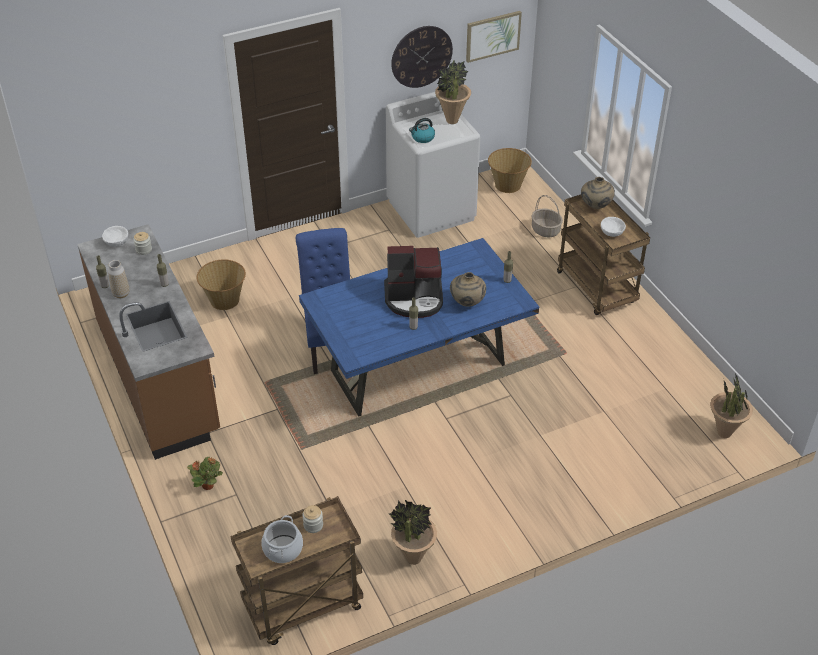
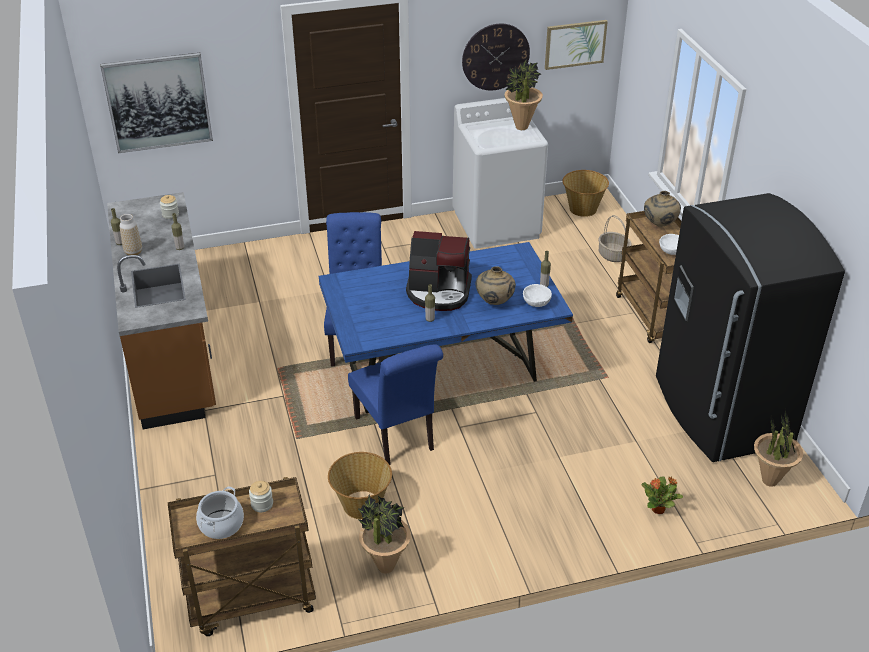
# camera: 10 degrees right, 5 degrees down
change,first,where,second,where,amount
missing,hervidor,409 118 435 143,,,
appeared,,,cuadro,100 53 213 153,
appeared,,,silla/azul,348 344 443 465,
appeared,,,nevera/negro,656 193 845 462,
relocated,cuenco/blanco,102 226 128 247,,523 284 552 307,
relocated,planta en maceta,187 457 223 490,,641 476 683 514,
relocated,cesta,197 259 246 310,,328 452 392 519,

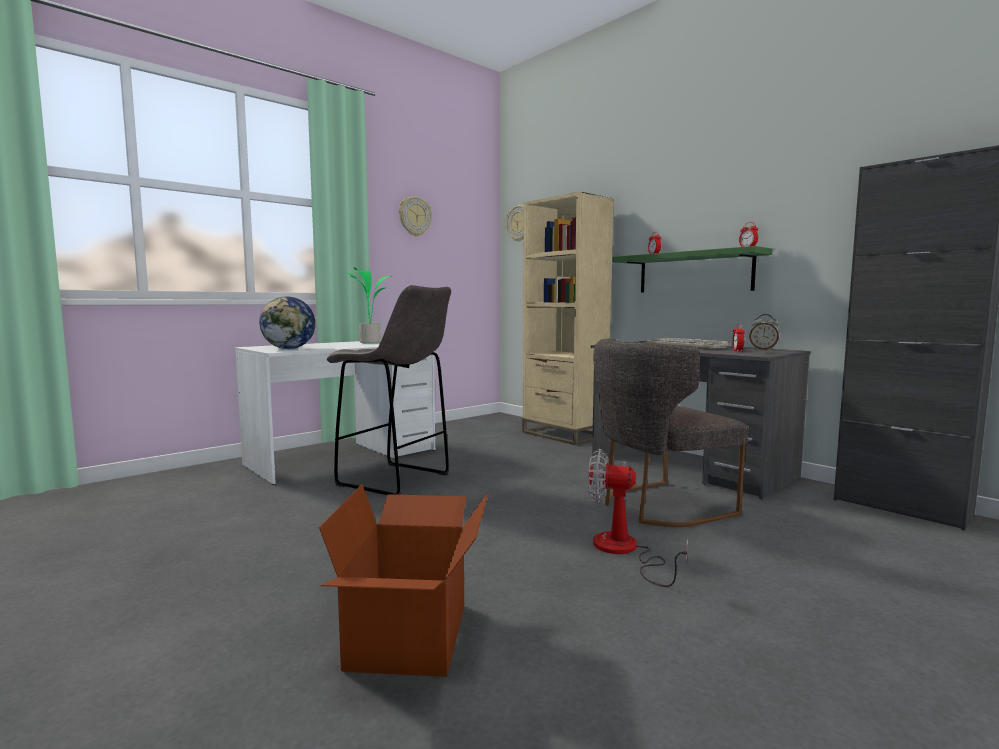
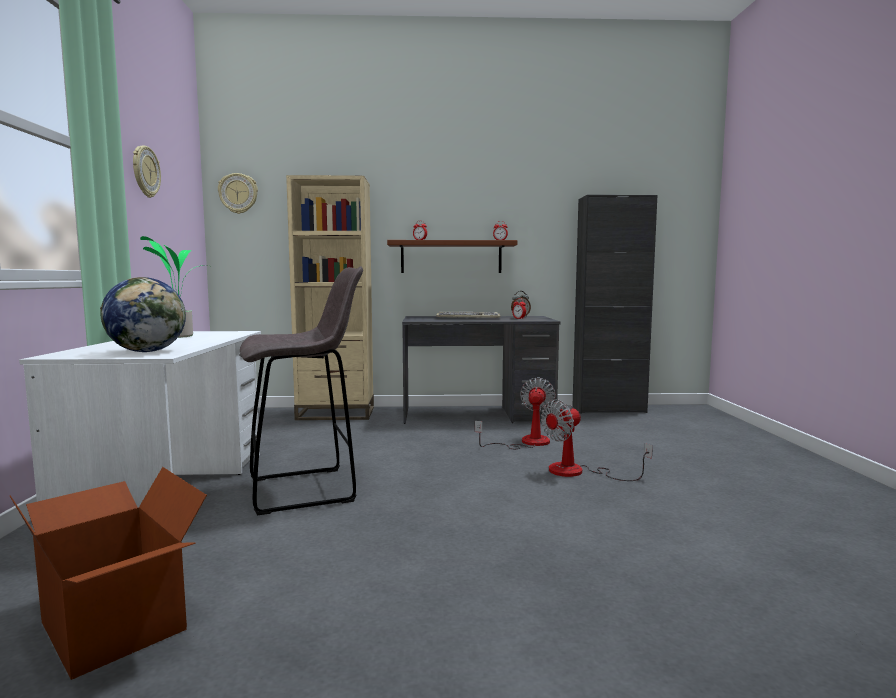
# camera: 50 degrees left, 0 degrees up
change,first,where,second,where,amount
relocated,caja de cartón,319 484 488 677,,10 467 207 680,
exchanged,silla/gris,594 338 749 527,ventilador,475 377 556 449,
colour,estante/verde,613 246 772 293,estante/marrón,387 240 517 273,

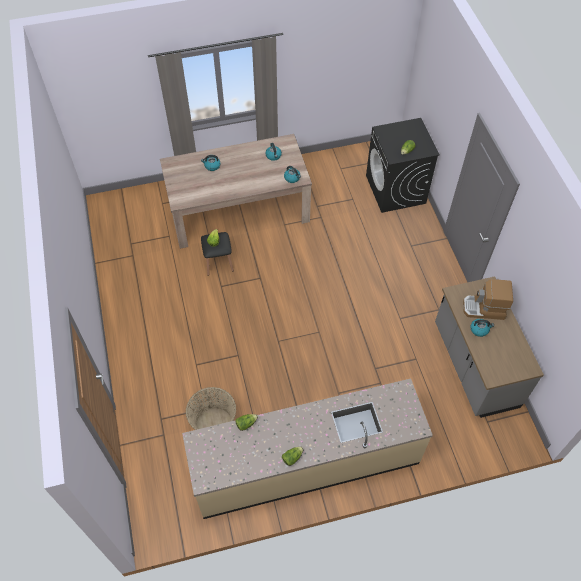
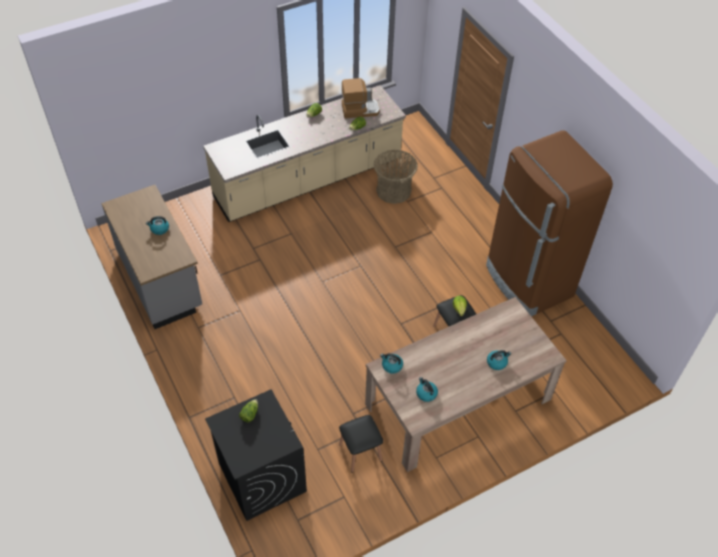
# camera: 165 degrees right, 5 degrees down
change,first,where,second,where,amount
appeared,,,taburete/negro,339 415 383 473,
appeared,,,nevera/marrón,486 130 613 316,
relocated,cafetera,463 279 513 320,,342 78 380 118,

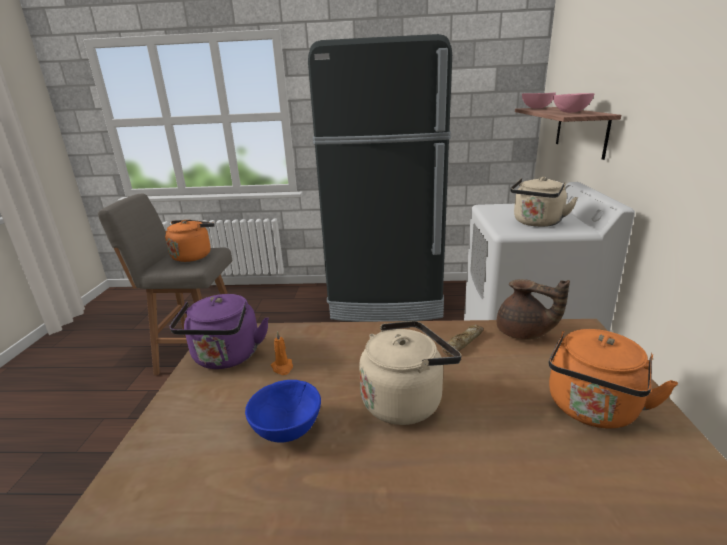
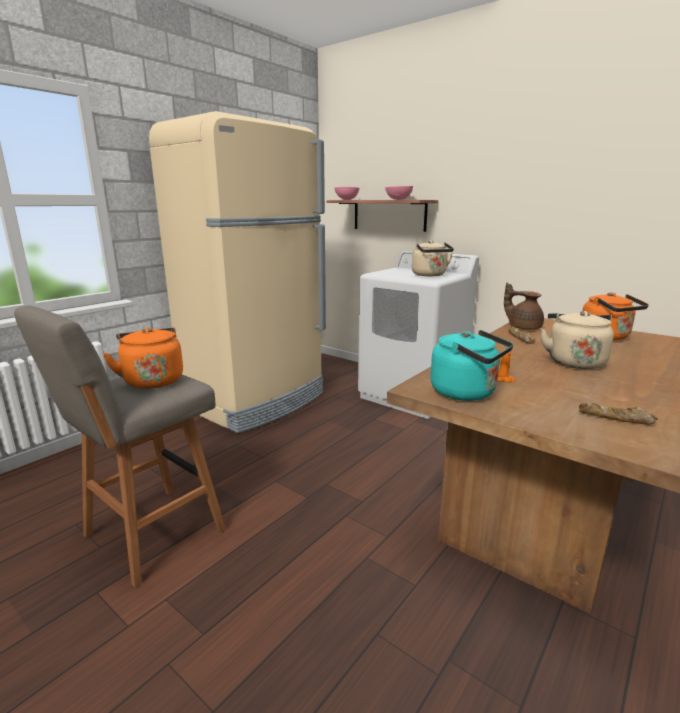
# camera: 55 degrees left, 5 degrees down
change,first,where,second,where,amount
missing,cuenco/azul,245 380 321 443,,,
appeared,,,pan,579 403 658 425,
colour,hervidor/morado,169 294 269 369,hervidor/turquesa,431 330 513 401,
colour,nevera/negro,308 34 452 322,nevera/beis,149 111 326 433,
spun,tetera/marrón,497 279 570 340,,504 283 544 330,120 degrees counterclockwise

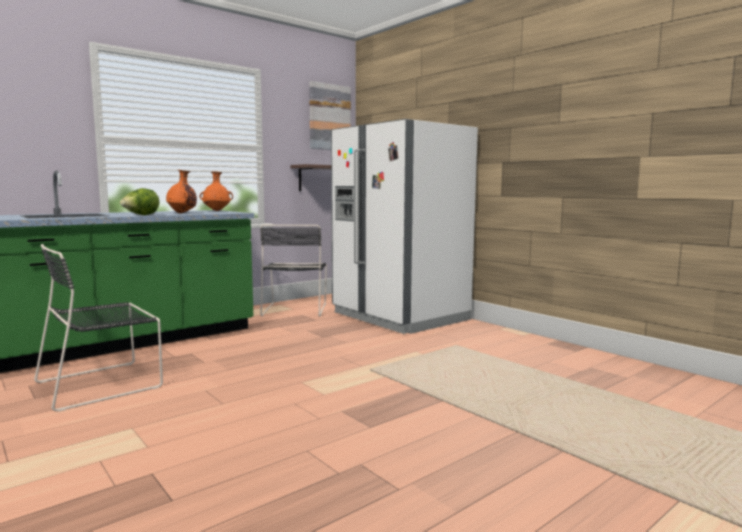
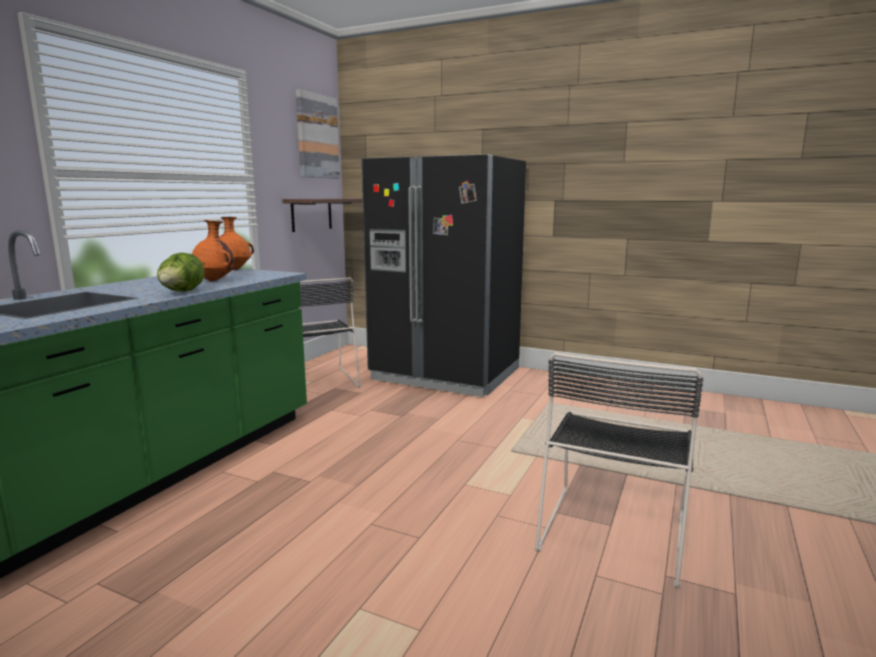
# camera: 25 degrees left, 5 degrees up
change,first,where,second,where,amount
relocated,silla/negro,34 244 163 412,,535 352 704 588,
colour,nevera/blanco,331 119 478 334,nevera/negro,361 154 526 397,

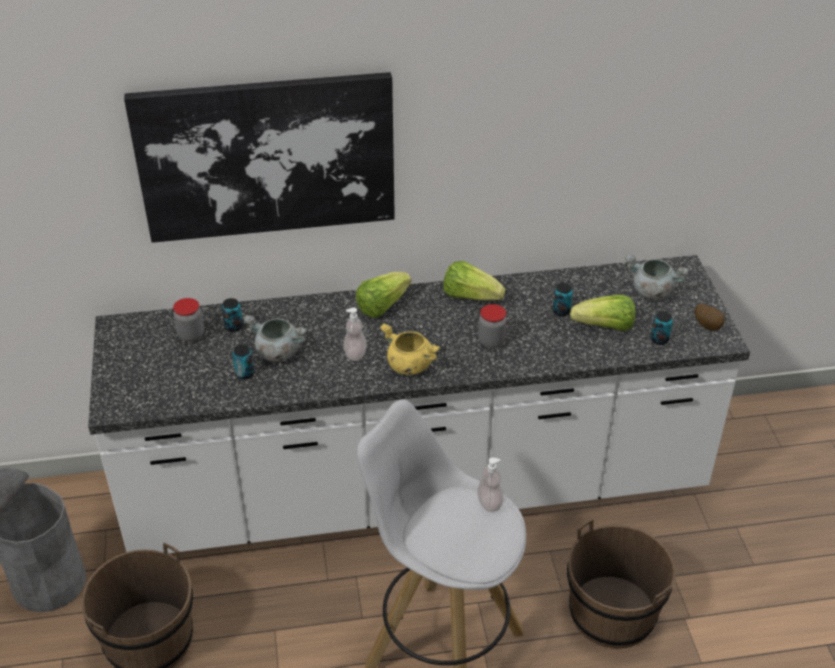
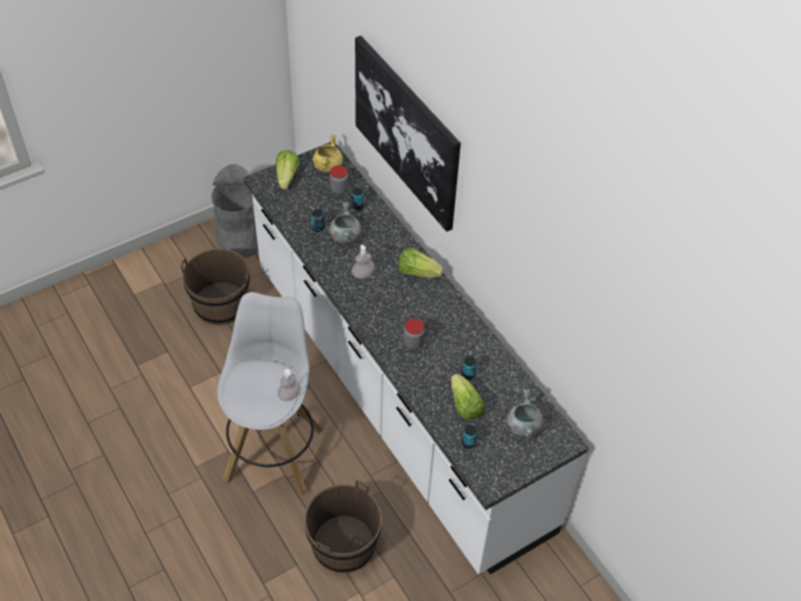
# camera: 65 degrees right, 10 degrees up
change,first,where,second,where,amount
missing,patata,695 303 725 331,,,
relocated,olla/amarillo,380 324 440 375,,313 134 343 172,
relocated,lechuga,443 261 505 300,,276 150 300 189,

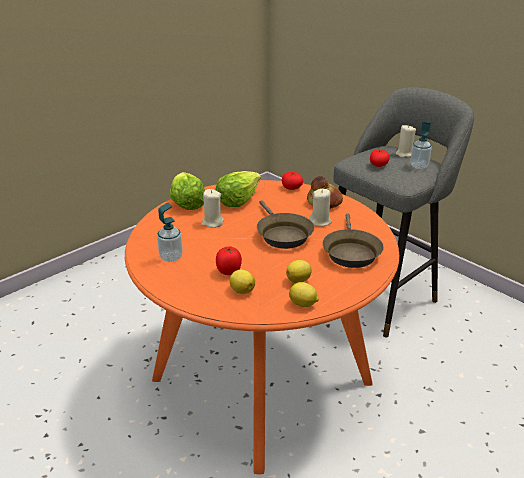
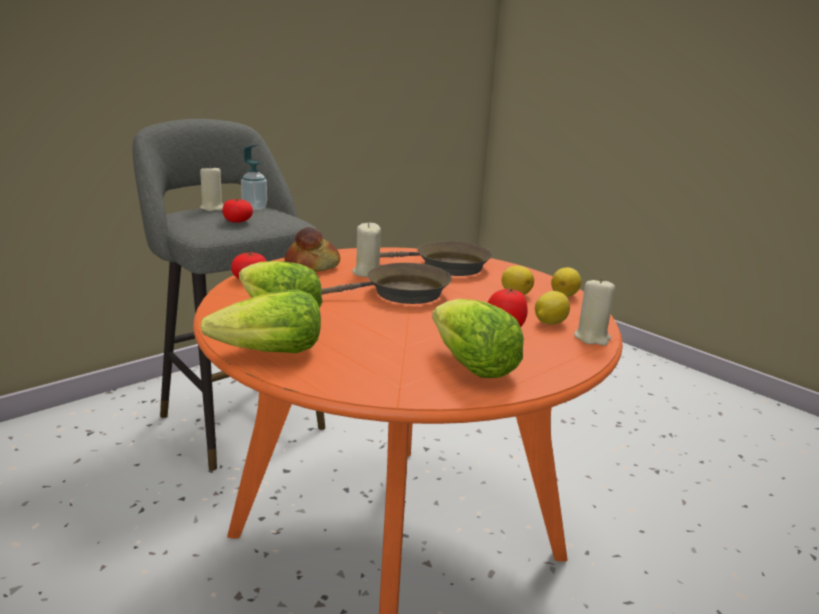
# camera: 90 degrees left, 10 degrees down
change,first,where,second,where,amount
relocated,vela/beis,201 189 224 228,,574 277 615 346,
exchanged,dispensador de jabón,157 203 183 262,lechuga,432 299 524 378,

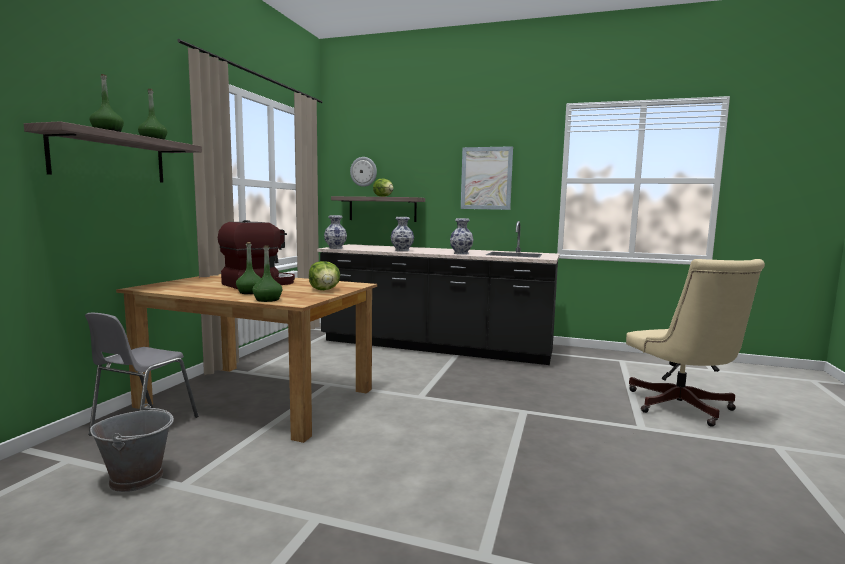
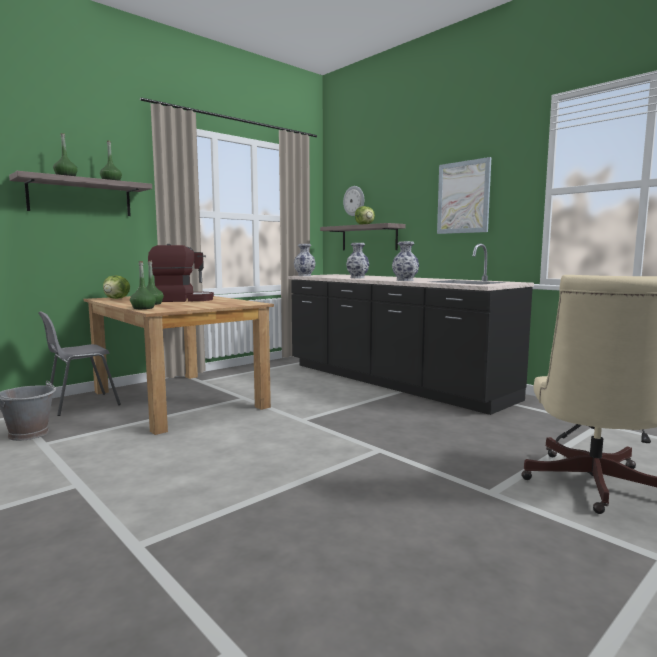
# camera: 30 degrees right, 0 degrees up
change,first,where,second,where,amount
relocated,lechuga,309 261 340 290,,103 275 130 299,

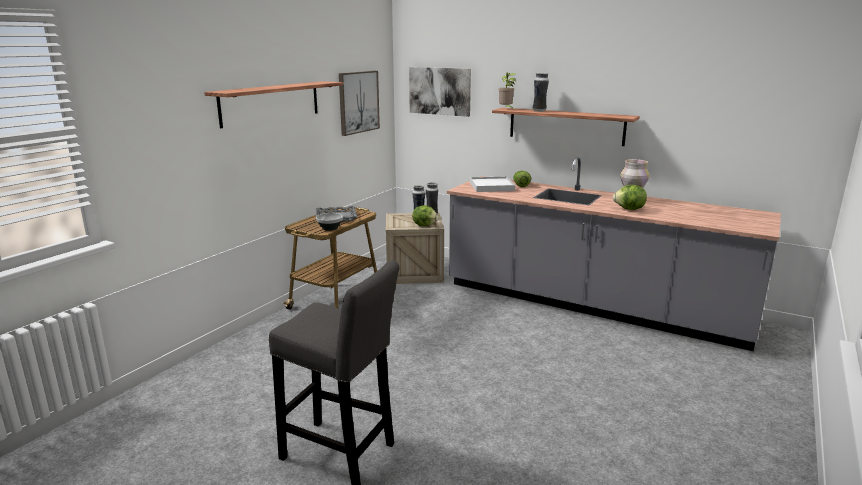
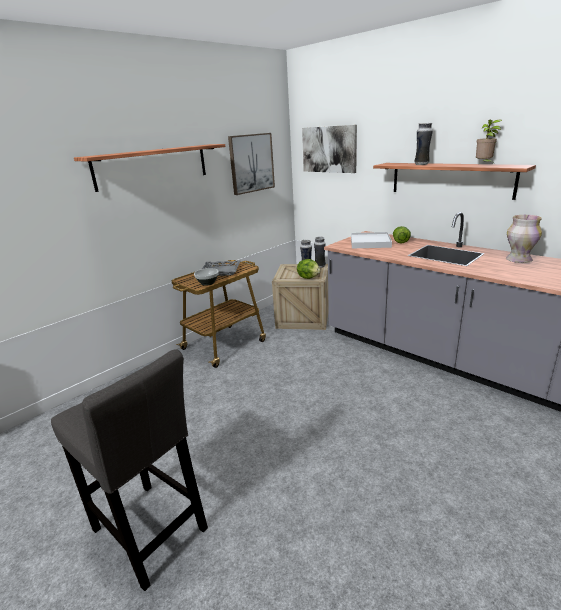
# camera: 15 degrees right, 5 degrees up
change,first,where,second,where,amount
missing,lechuga,613 185 647 210,,,
relocated,planta en maceta,498 73 516 110,,476 119 502 163,

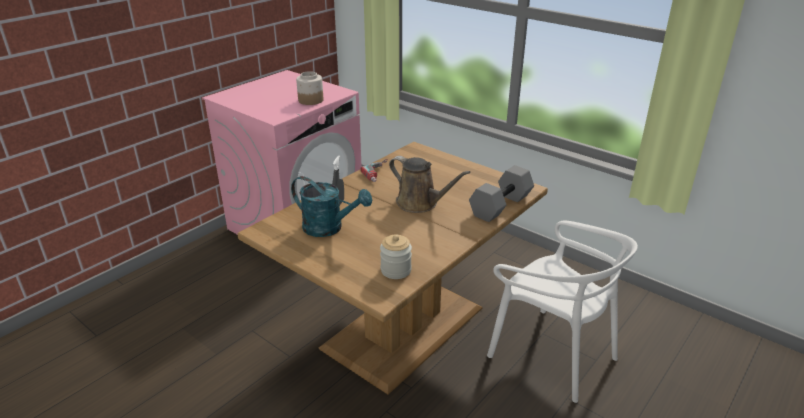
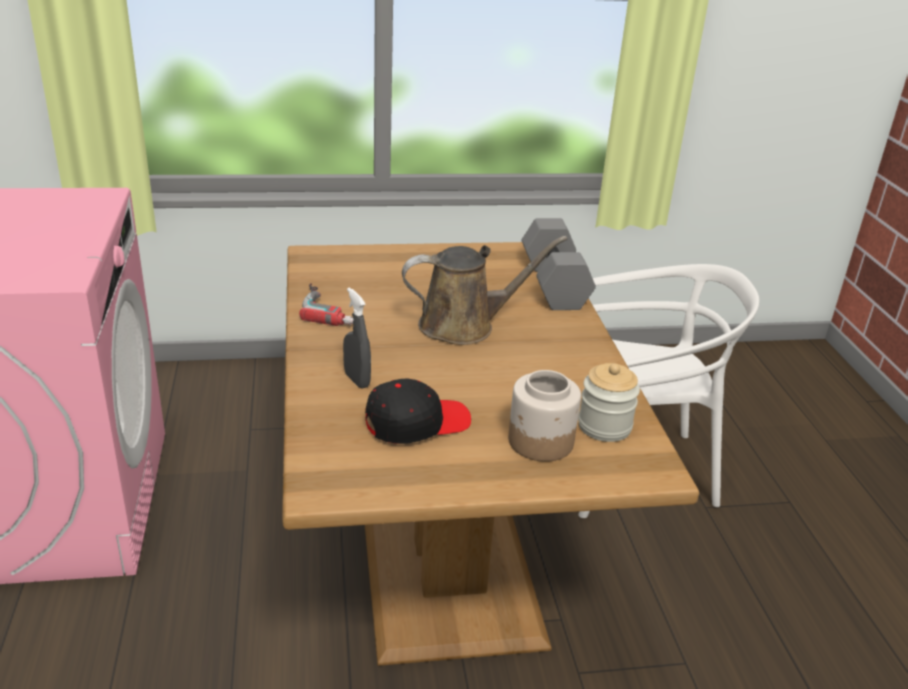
# camera: 50 degrees left, 0 degrees up
change,first,where,second,where,amount
relocated,tarro,296 71 324 105,,508 370 581 462,
exchanged,regadera/turquesa,291 176 372 237,gorra/negro,365 379 471 444,

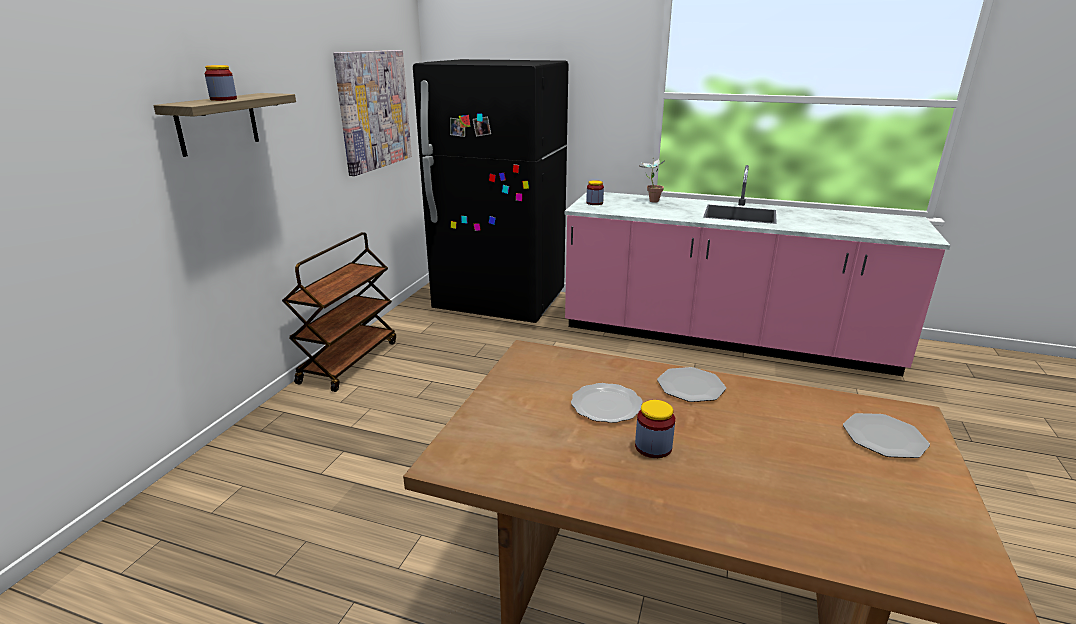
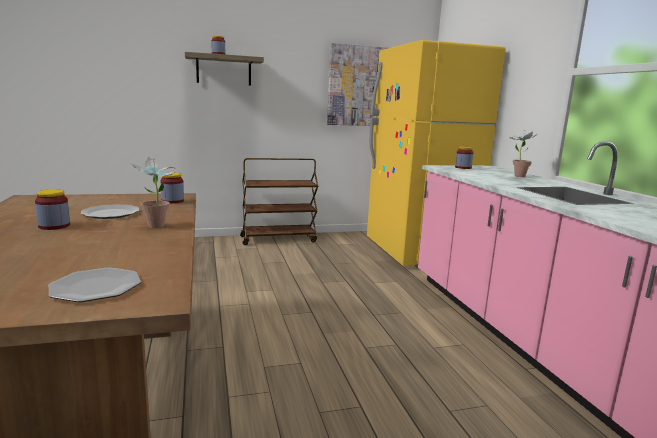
# camera: 55 degrees right, 10 degrees down
change,first,where,second,where,amount
appeared,,,tarro,160 173 184 204,
exchanged,plato,657 367 726 402,planta en maceta,132 157 176 228,
colour,nevera/negro,413 59 568 323,nevera/amarillo,367 40 506 268,

